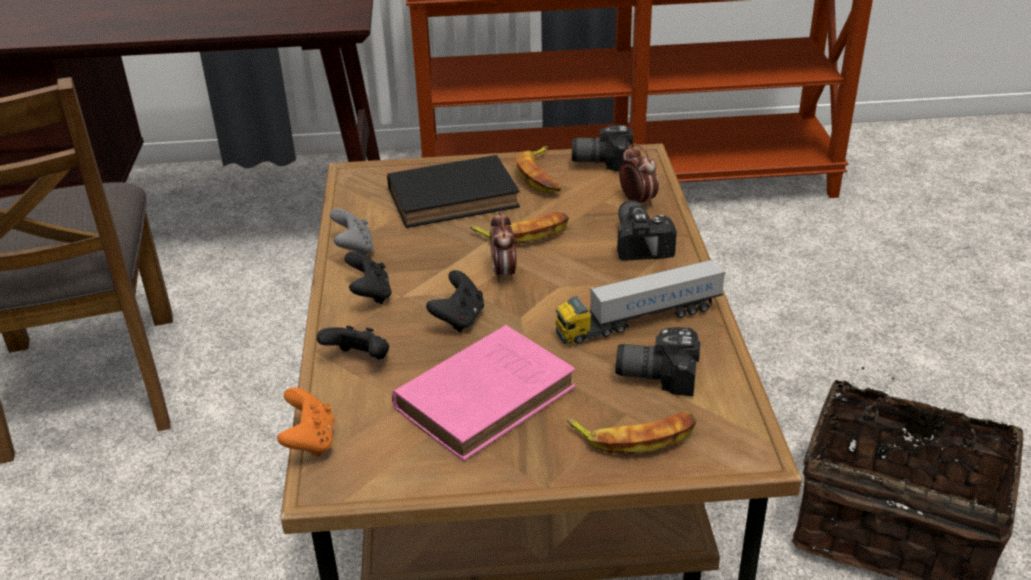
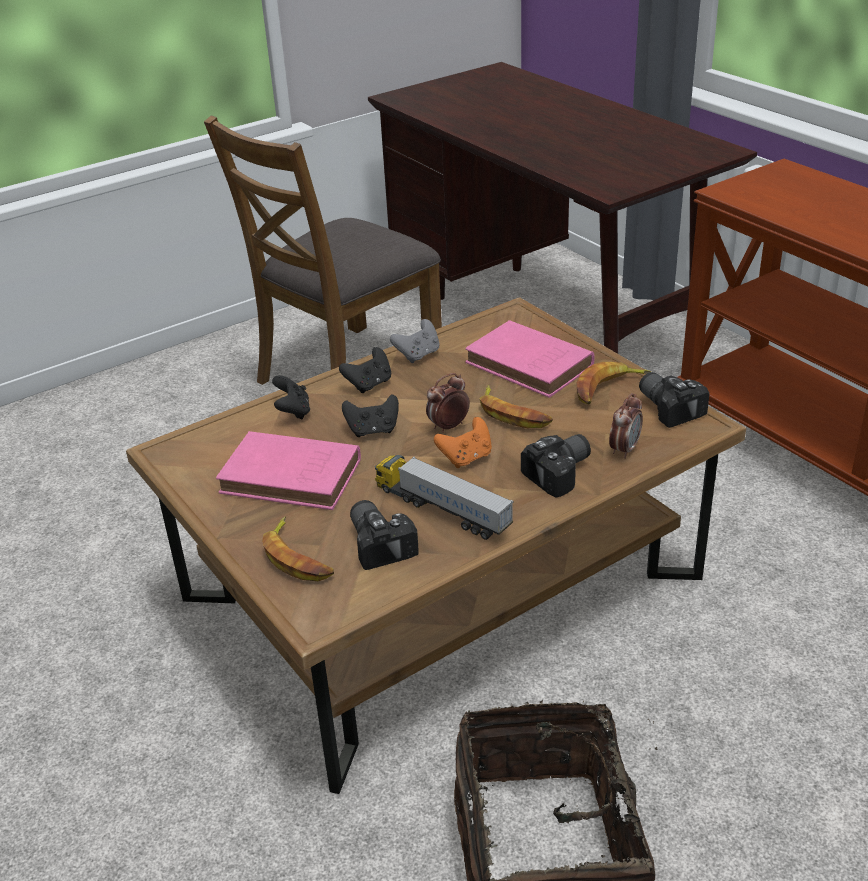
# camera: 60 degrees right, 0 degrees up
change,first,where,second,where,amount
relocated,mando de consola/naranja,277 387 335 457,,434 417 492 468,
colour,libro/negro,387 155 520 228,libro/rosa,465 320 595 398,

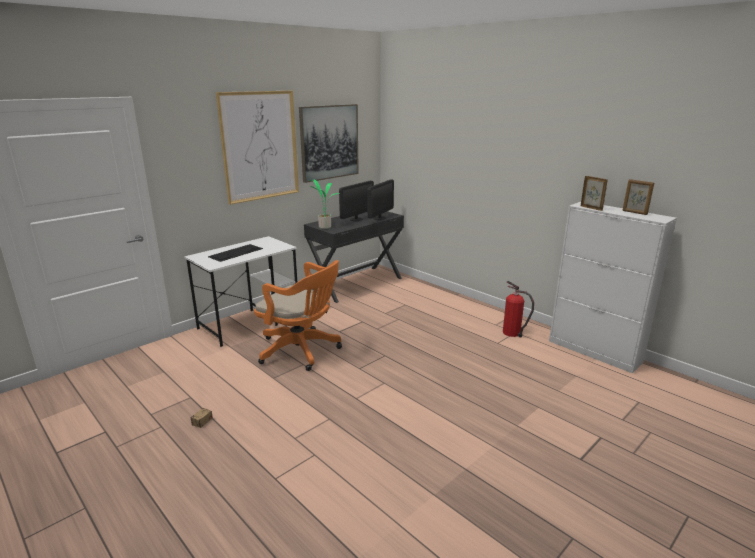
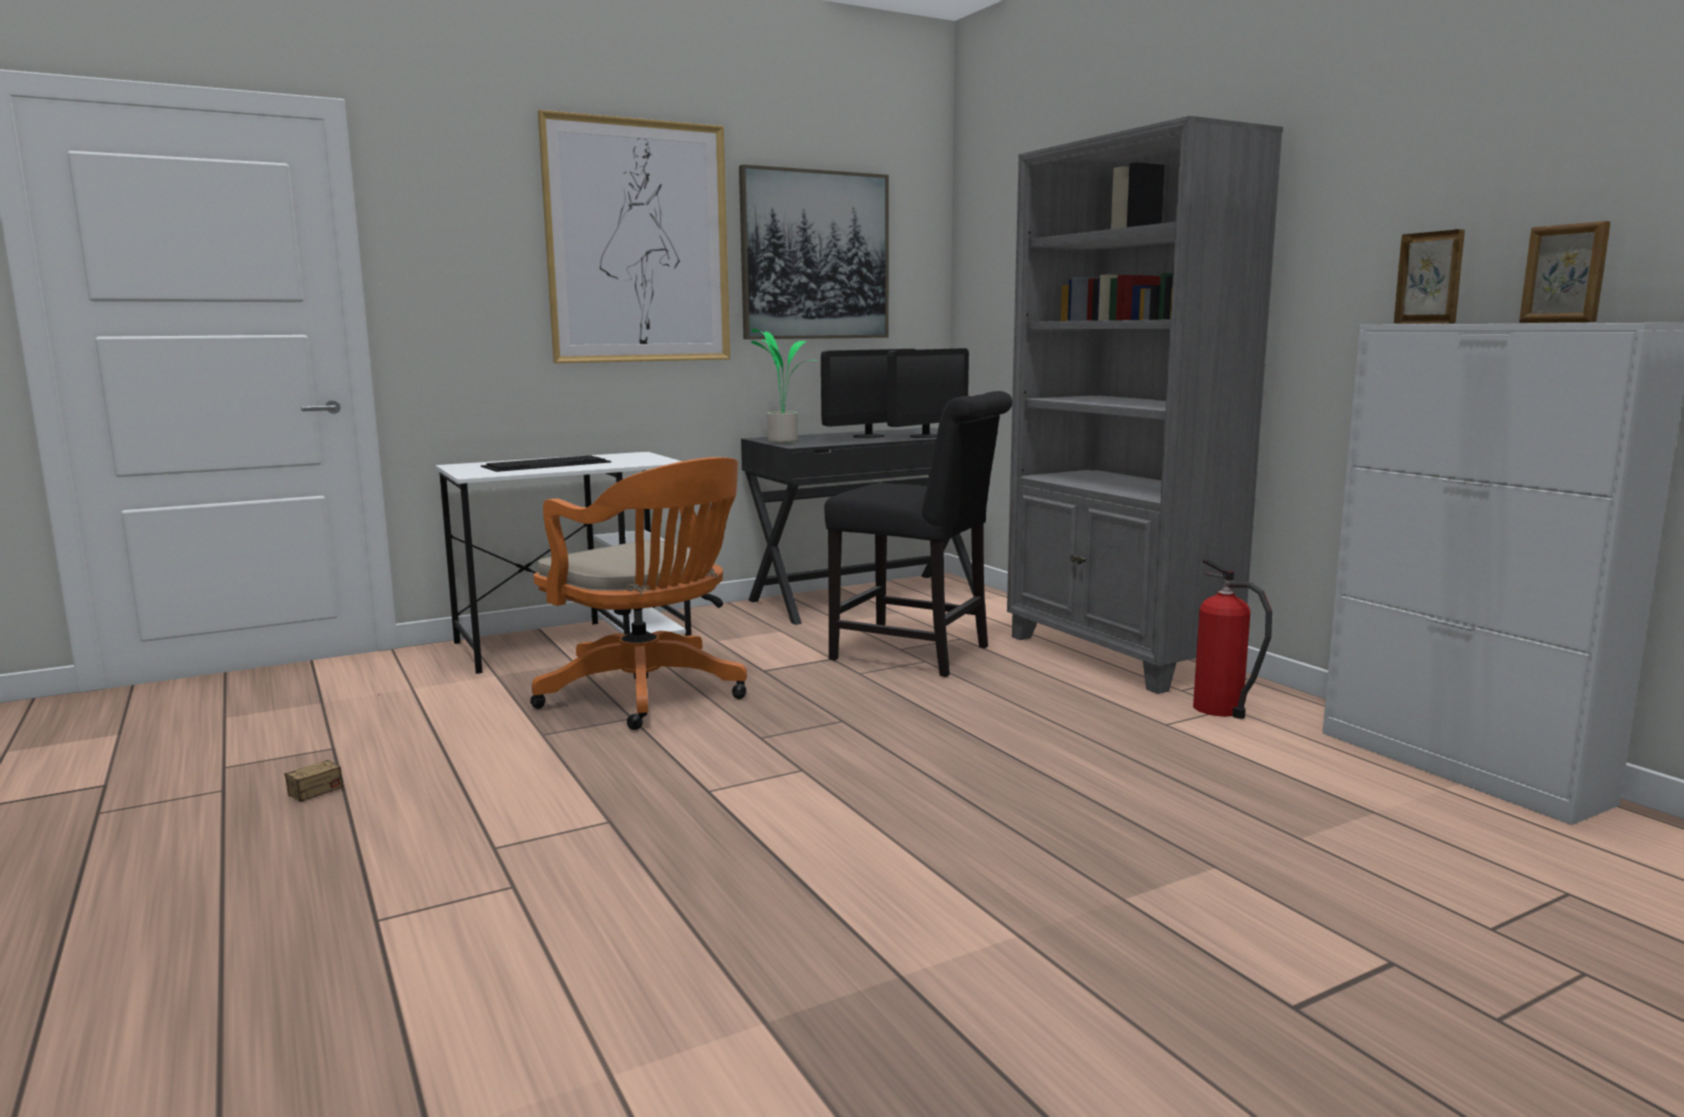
# camera: 15 degrees right, 10 degrees down
change,first,where,second,where,amount
appeared,,,silla/negro,824 391 1012 677,
appeared,,,estantería/gris,1007 116 1283 694,

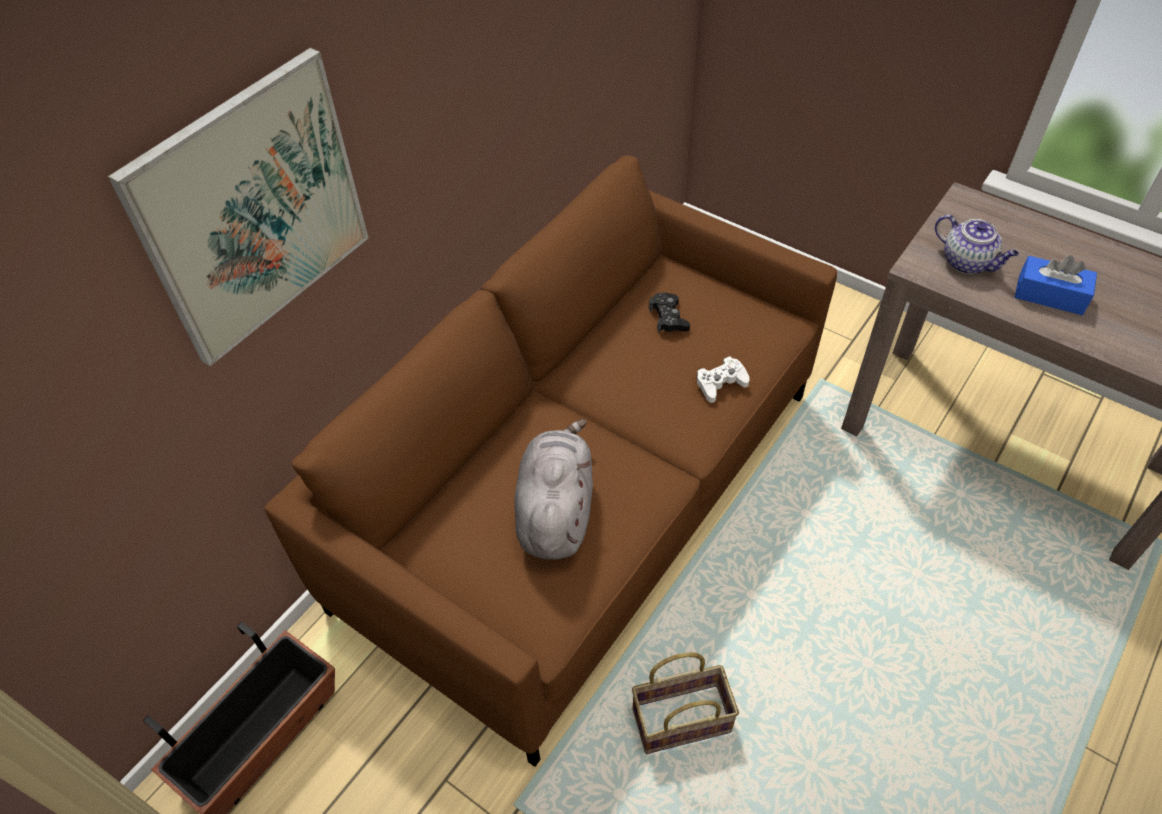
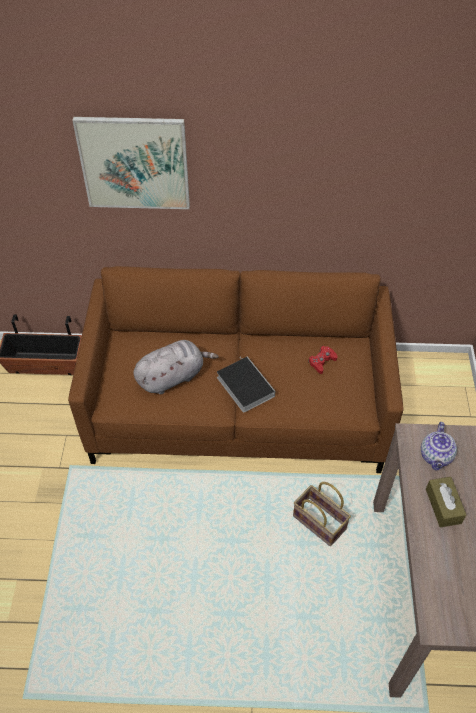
# camera: 55 degrees right, 0 degrees up
change,first,where,second,where,amount
missing,mando de consola/blanco,696 356 750 403,,,
appeared,,,libro,217 356 275 413,
relocated,cesta,632 652 739 754,,293 482 351 546,
colour,mando de consola/negro,649 292 690 333,mando de consola/rojo,308 346 337 374,
colour,caja de pañuelos/azul,1015 255 1097 315,caja de pañuelos/marrón,426 477 466 528,

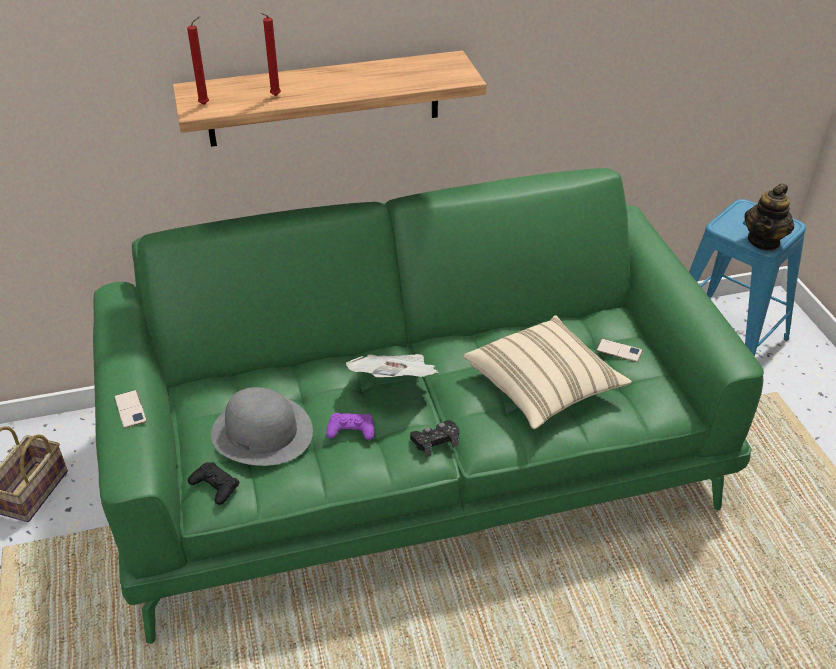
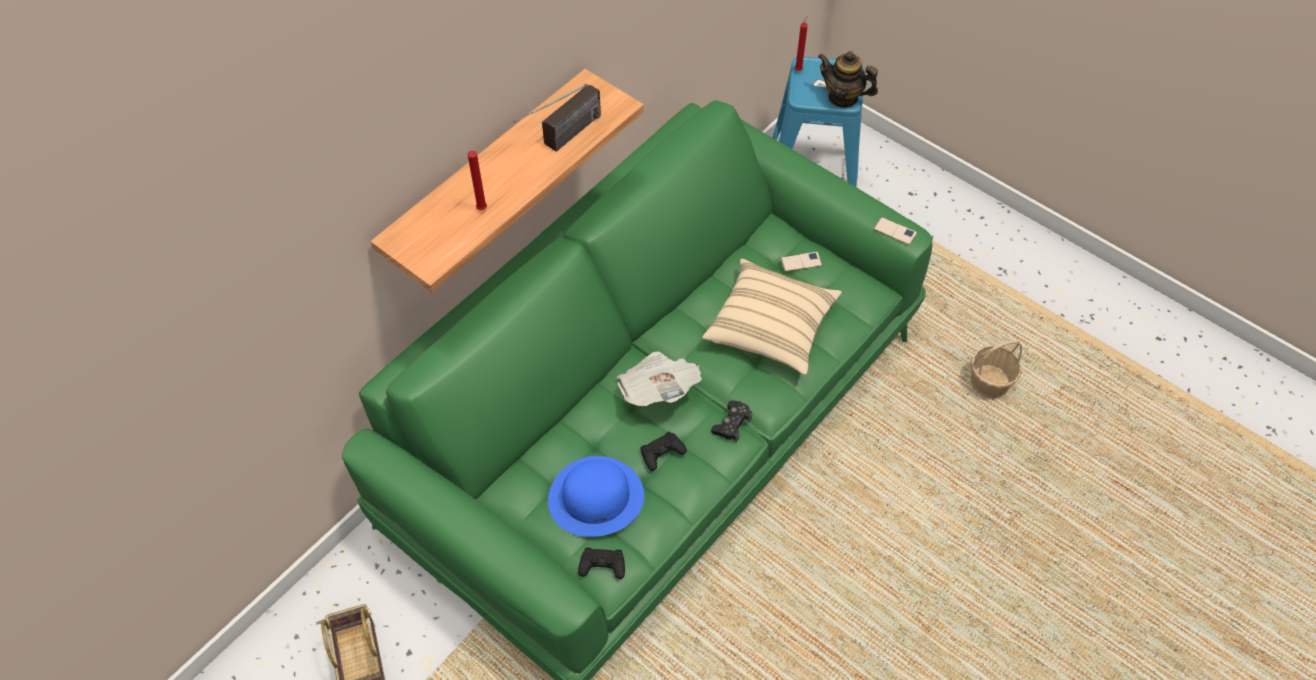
# camera: 35 degrees left, 15 degrees up
change,first,where,second,where,amount
appeared,,,radio,514 84 601 152,
appeared,,,cesta,970 340 1022 399,
relocated,móvil,114 390 147 428,,874 217 917 245,
relocated,vela/rojo,187 16 209 105,,795 15 808 71,
colour,sombrero/gris,211 387 313 466,sombrero/azul,548 456 644 537,
colour,mando de consola/morado,326 413 374 440,mando de consola/negro,640 432 687 471,
spun,tetera,744 183 794 251,,818 51 878 108,120 degrees clockwise

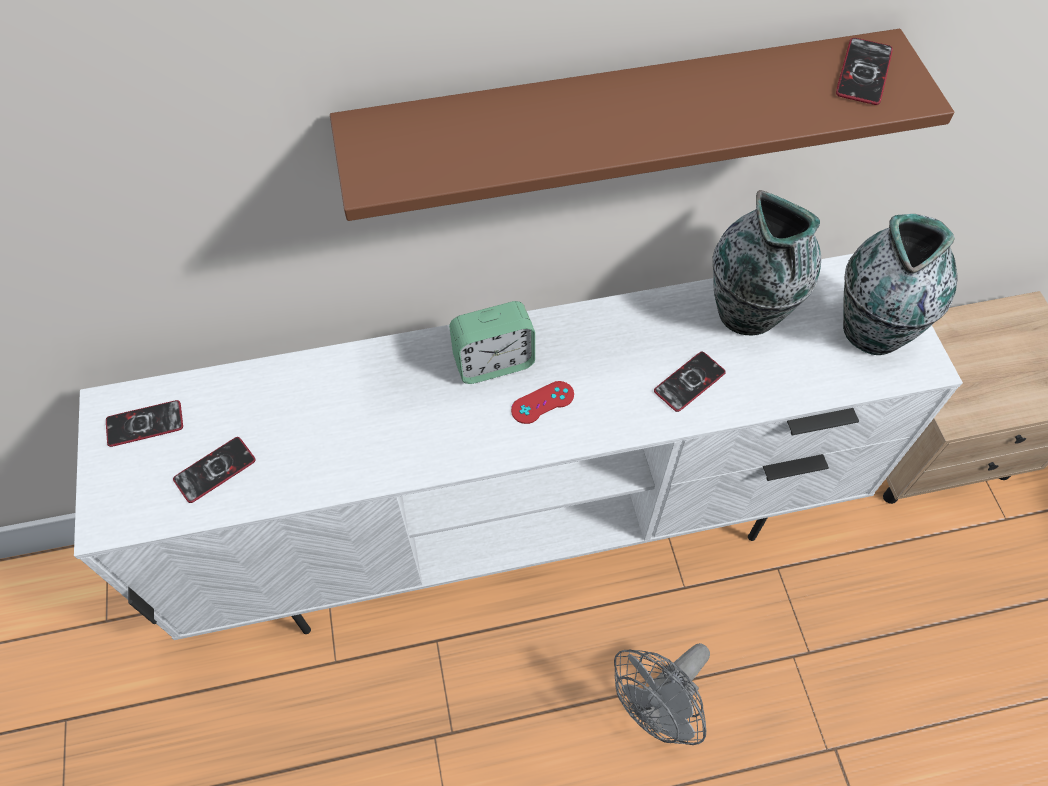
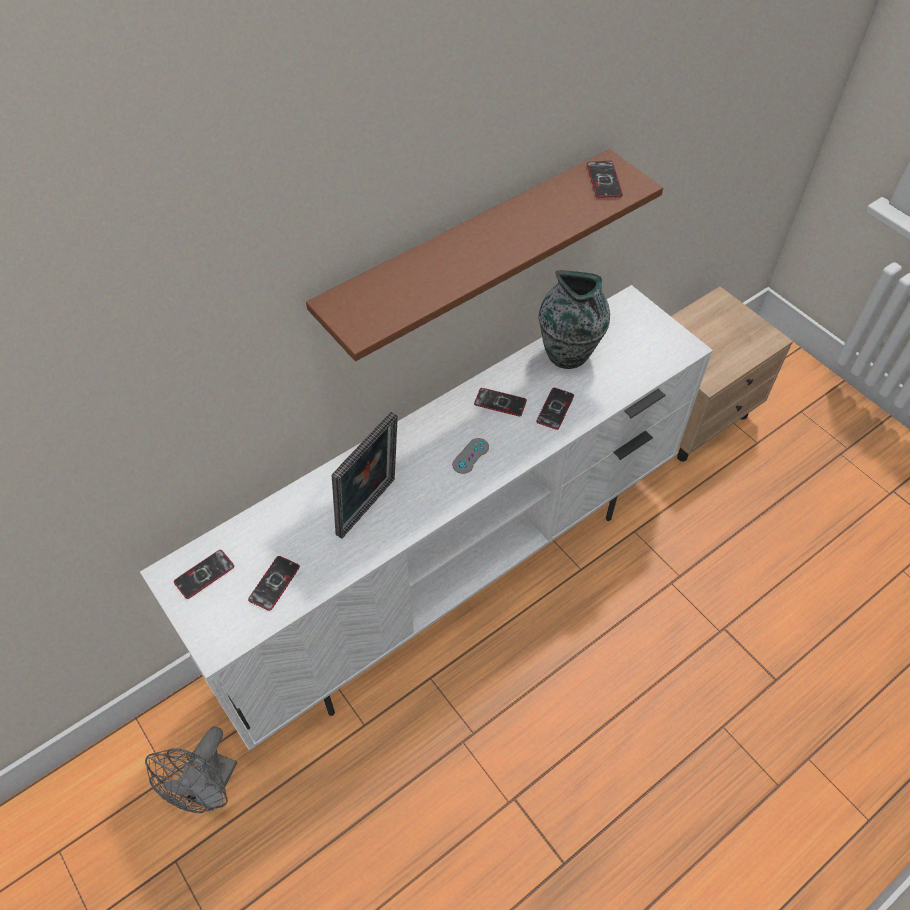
# camera: 25 degrees left, 5 degrees down
change,first,where,second,where,amount
missing,despertador,449 301 535 384,,,
missing,florero,843 214 958 355,,,
appeared,,,portarretratos,331 412 398 539,
appeared,,,móvil,474 388 527 416,
relocated,ventilador/gris,614 643 710 745,,145 727 237 813,
colour,mando de consola/rojo,511 381 574 424,mando de consola/gris,452 438 489 474,

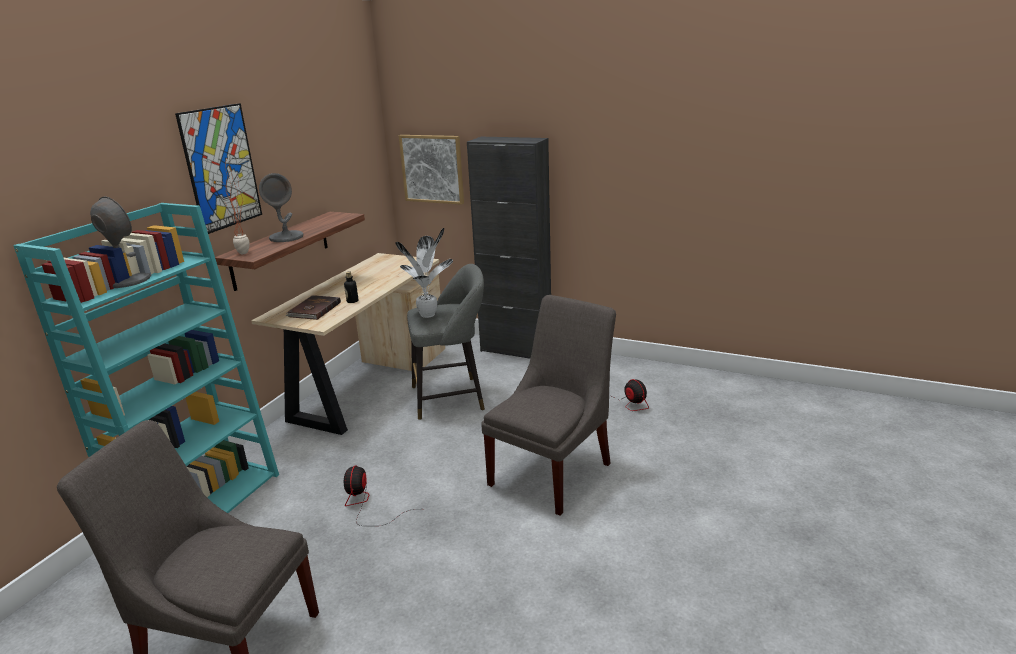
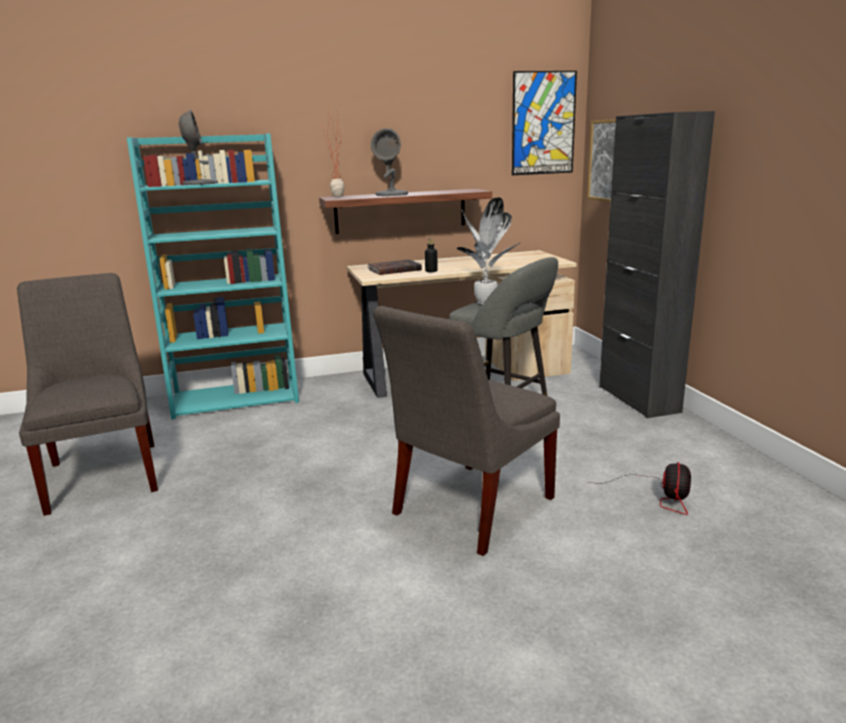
# camera: 50 degrees right, 5 degrees down
change,first,where,second,where,amount
missing,ventilador,344 465 415 526,,,
relocated,cuadro,175 103 262 234,,512 71 577 175,
spun,silla/gris,481 295 616 516,,373 306 560 556,135 degrees clockwise

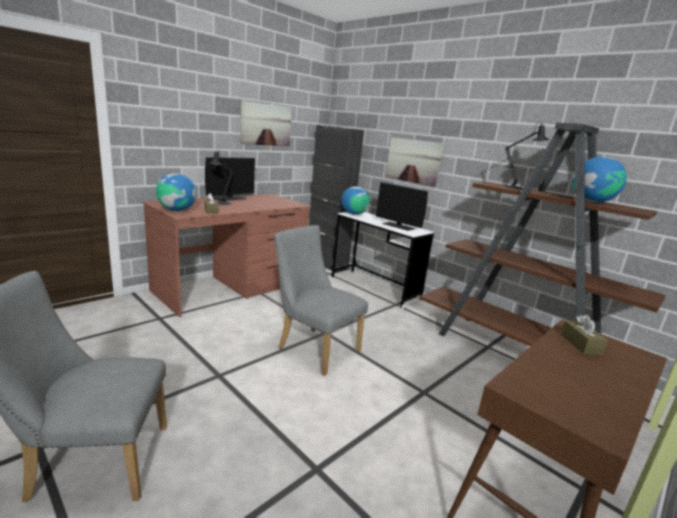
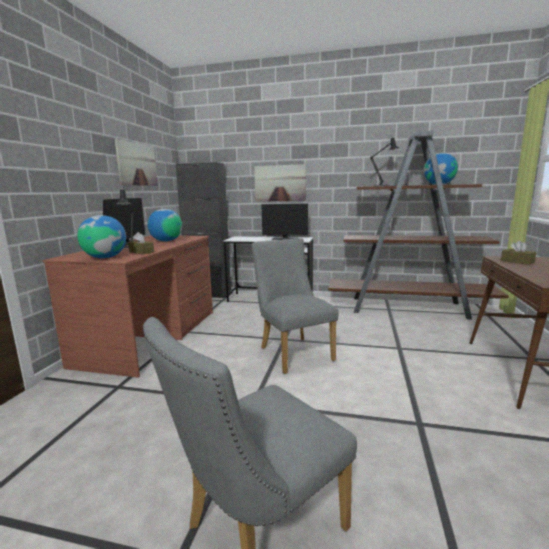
# camera: 30 degrees left, 5 degrees down
change,first,where,second,where,amount
relocated,globo terráqueo,341 186 370 215,,148 209 182 241,
spun,silla/gris,274 225 368 375,,252 238 339 374,60 degrees clockwise

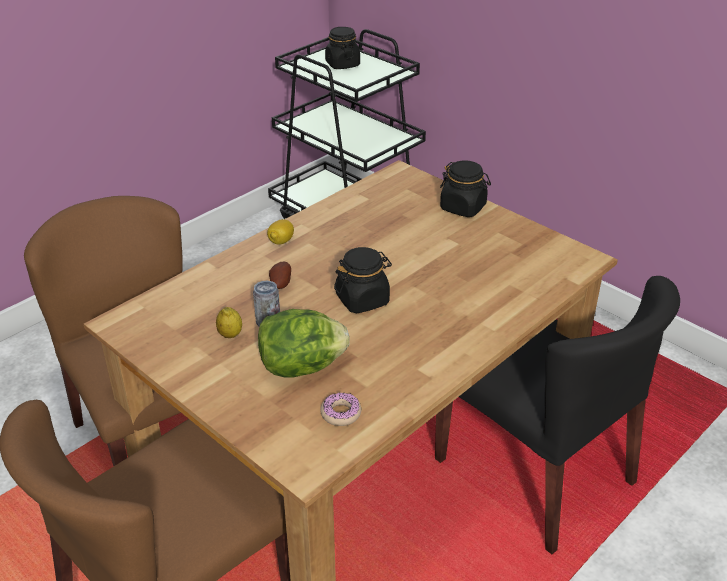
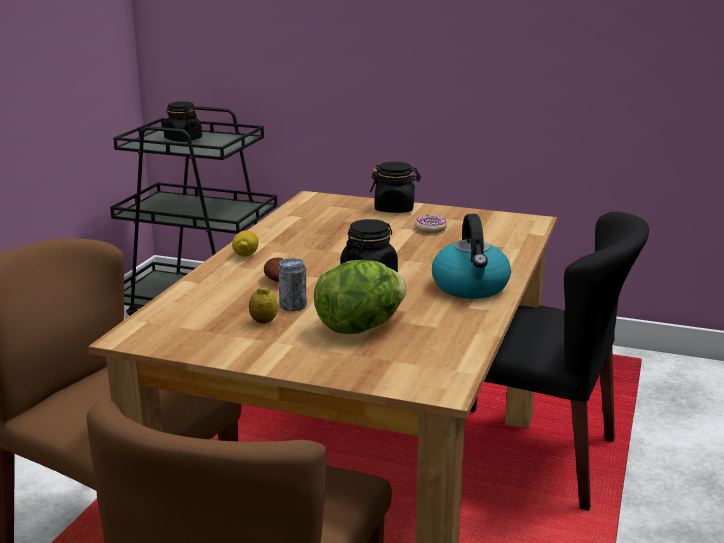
# camera: 25 degrees left, 15 degrees down
change,first,where,second,where,amount
appeared,,,hervidor,432 214 511 299,
relocated,rosquilla,320 392 361 426,,415 215 447 233,

